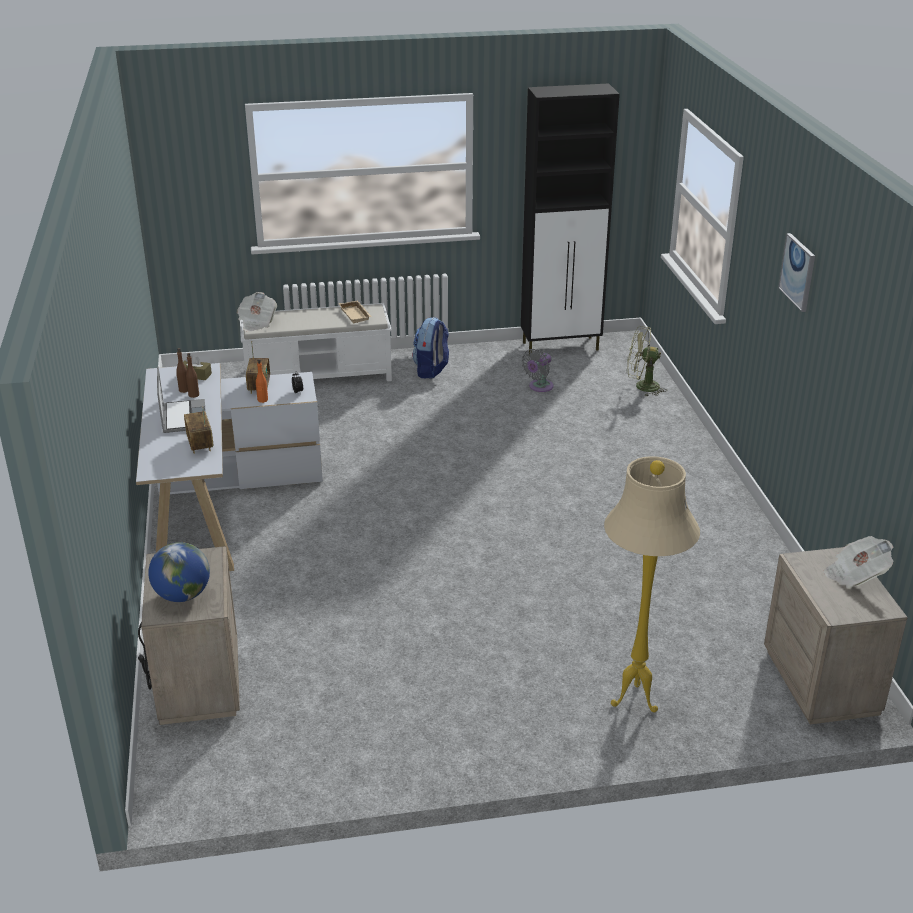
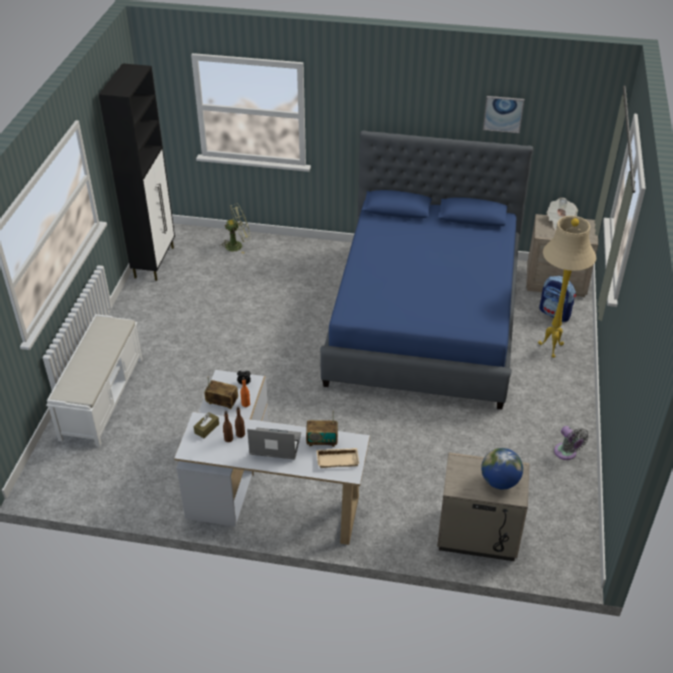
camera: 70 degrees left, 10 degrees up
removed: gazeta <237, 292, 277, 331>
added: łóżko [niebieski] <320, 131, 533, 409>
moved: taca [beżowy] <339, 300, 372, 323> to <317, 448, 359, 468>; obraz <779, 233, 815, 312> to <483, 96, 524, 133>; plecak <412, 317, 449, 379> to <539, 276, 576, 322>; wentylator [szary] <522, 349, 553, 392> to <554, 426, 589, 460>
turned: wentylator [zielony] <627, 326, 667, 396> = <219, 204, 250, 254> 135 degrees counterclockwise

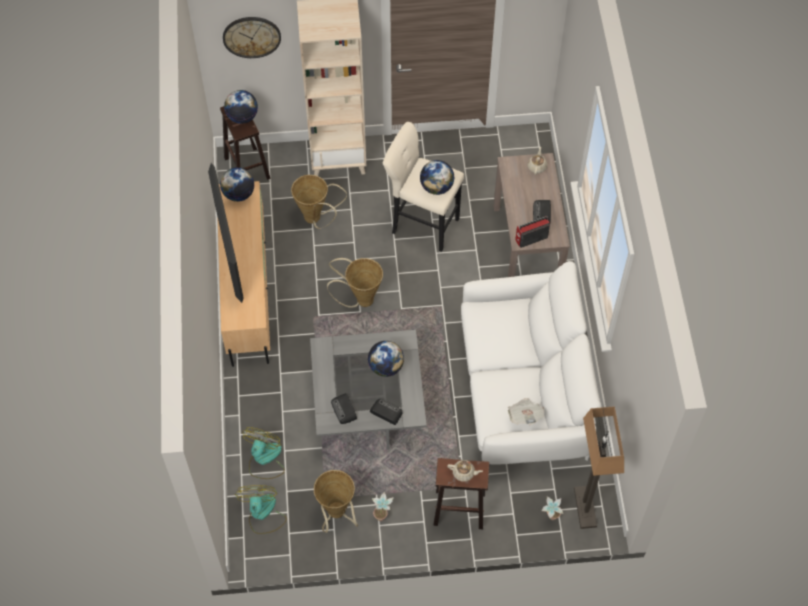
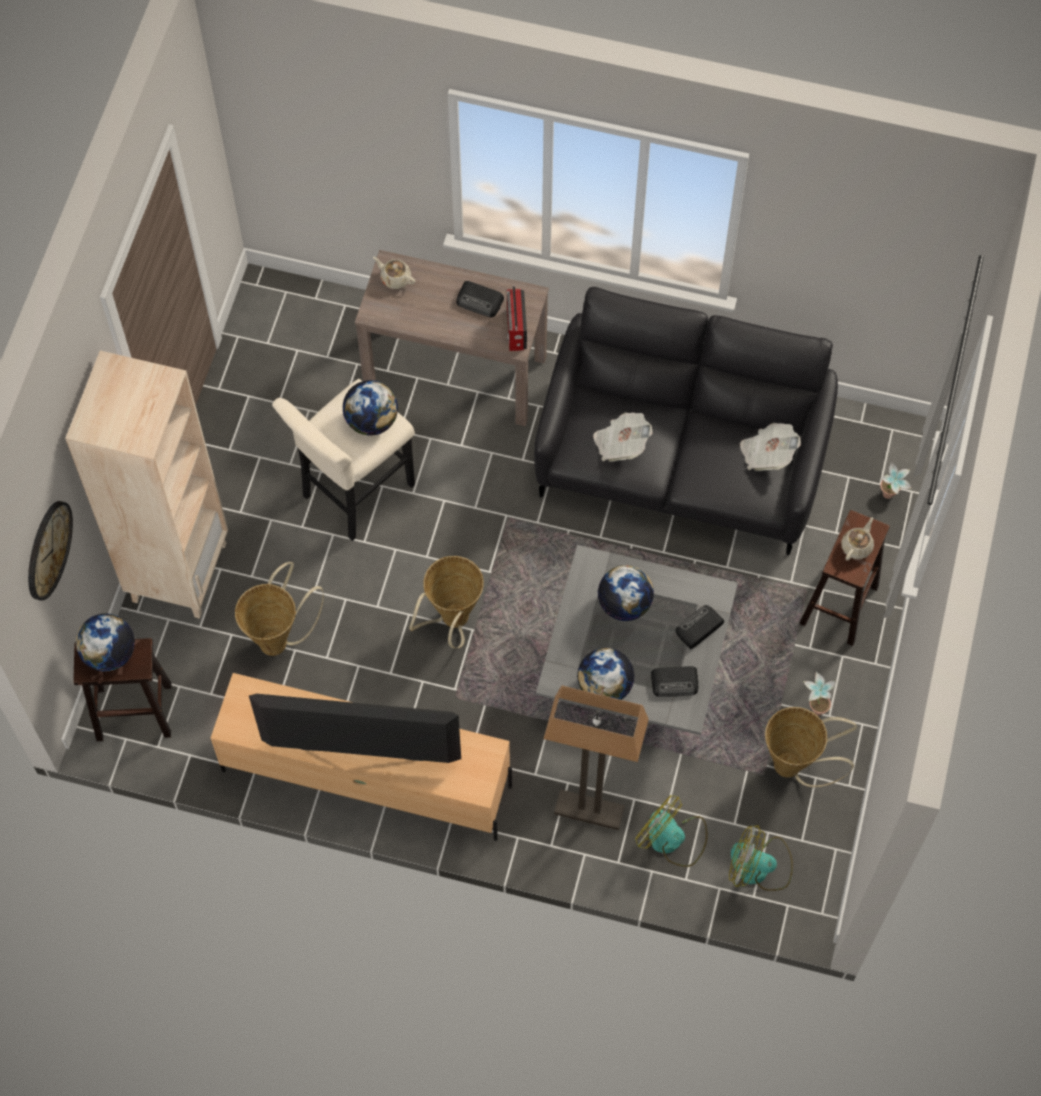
camera: 70 degrees left, 5 degrees up
added: gazeta <593, 413, 653, 461>
moved: lampa stojąca <574, 406, 624, 529> to <544, 686, 649, 830>; globus <220, 167, 254, 202> to <577, 648, 635, 700>
recoloured: kanapa [biały] <461, 261, 602, 465> to kanapa [czarny] <534, 287, 838, 556>

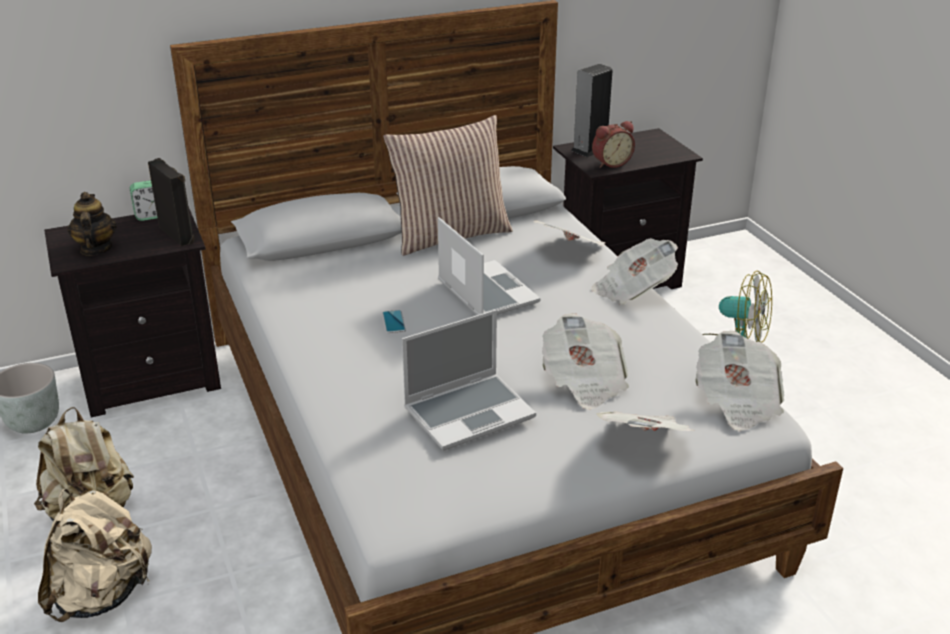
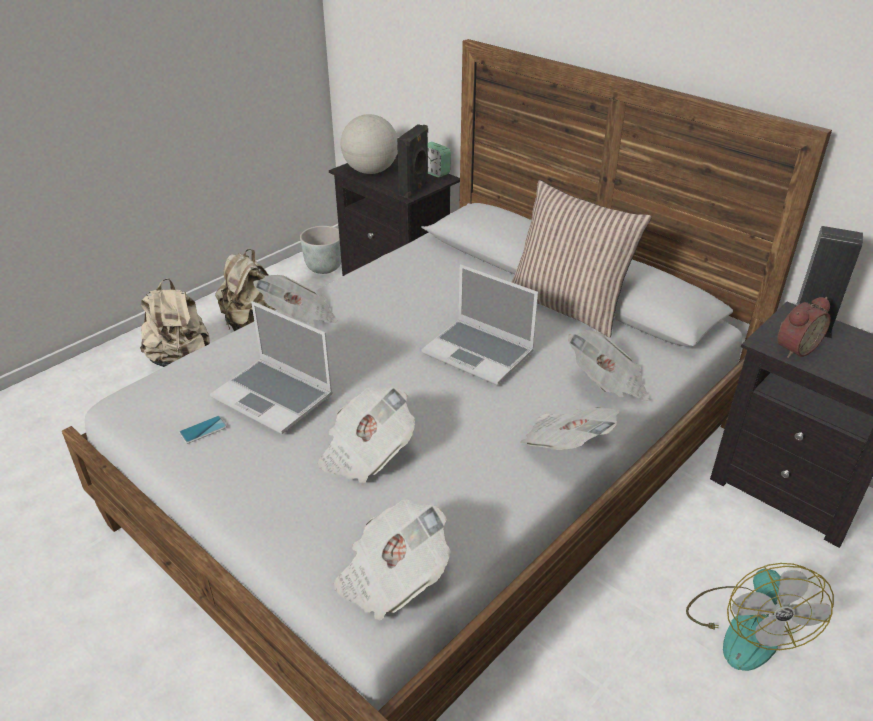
camera: 65 degrees right, 5 degrees up
moved: telefon <382, 310, 406, 333> to <179, 416, 227, 444>; gazeta <596, 411, 695, 431> to <253, 275, 338, 324>
replaced: imbryk <67, 192, 117, 256> to globus <341, 114, 398, 174>
turned: laptop <438, 217, 541, 315> = <422, 264, 538, 385> 90 degrees clockwise; budzik <592, 121, 635, 168> = <777, 297, 831, 358> 75 degrees counterclockwise

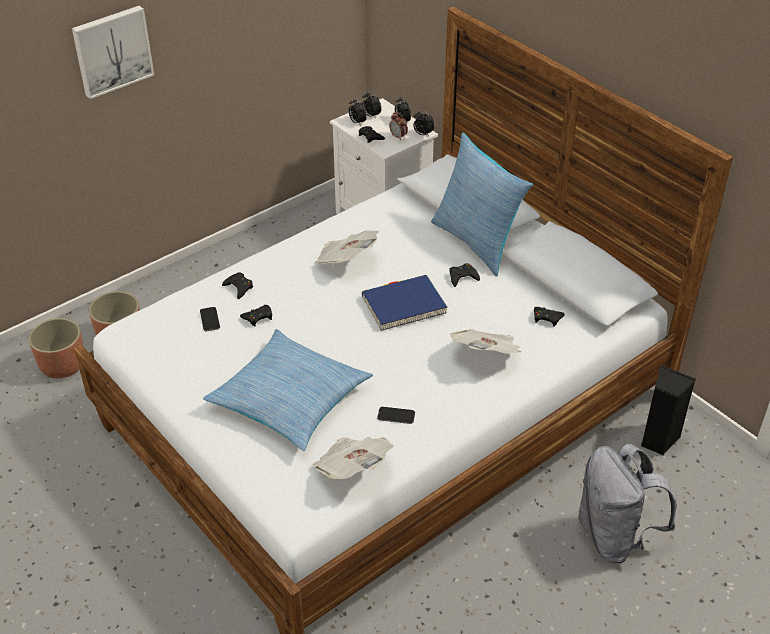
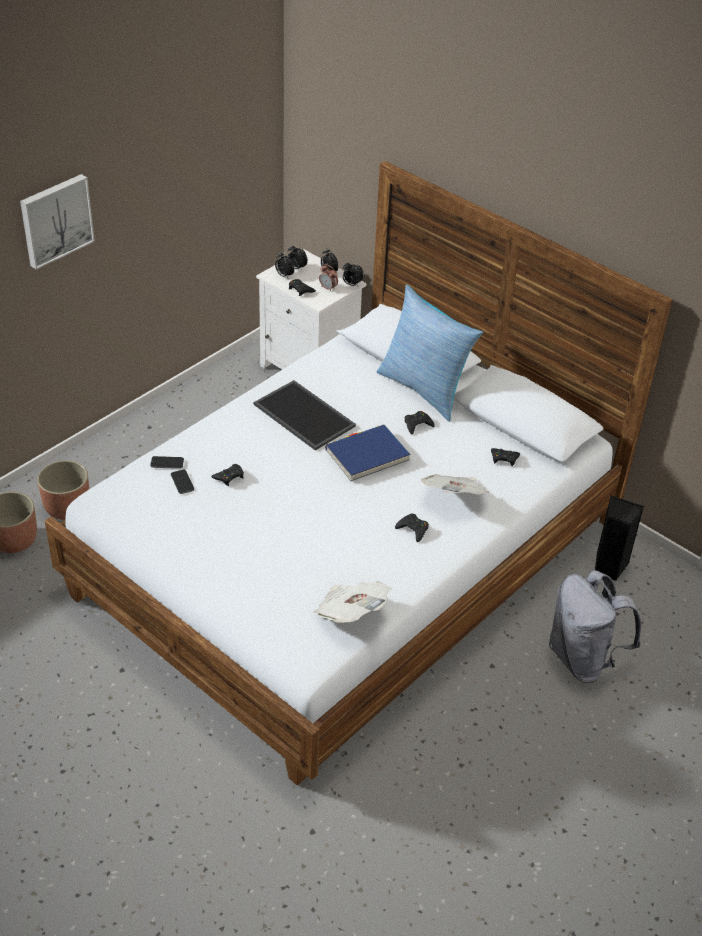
camera: 10 degrees left, 0 degrees up
removed: poduszka <203, 329, 373, 451>
moved: telefon <377, 407, 415, 424> to <150, 456, 184, 469>; pad do gier [czarny] <222, 272, 253, 299> to <395, 514, 429, 542>
replaced: gazeta <314, 230, 379, 264> to taca <254, 380, 356, 451>

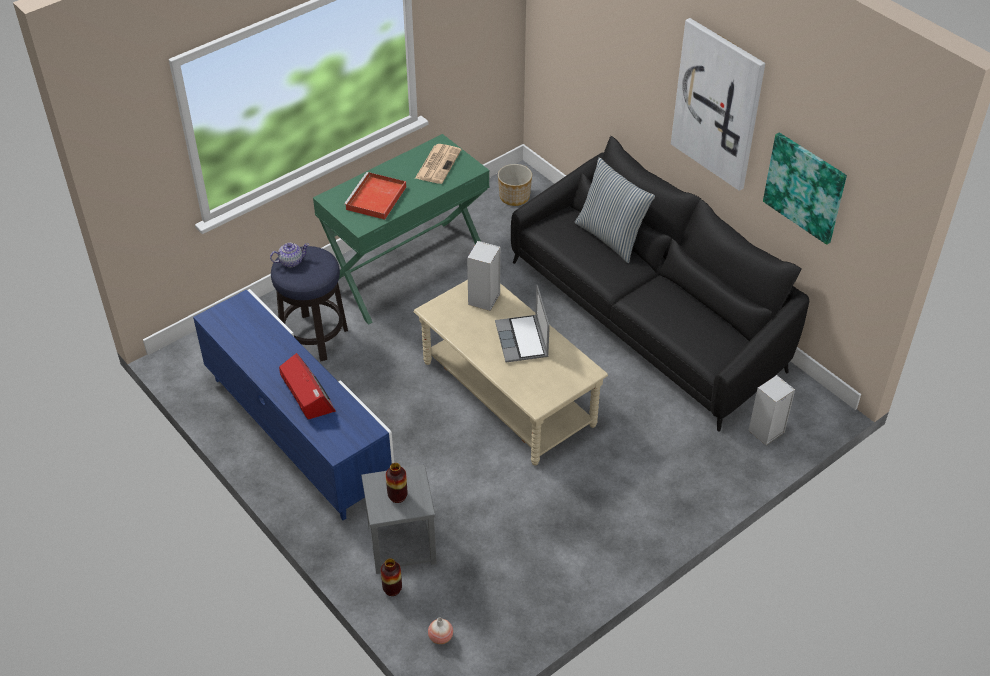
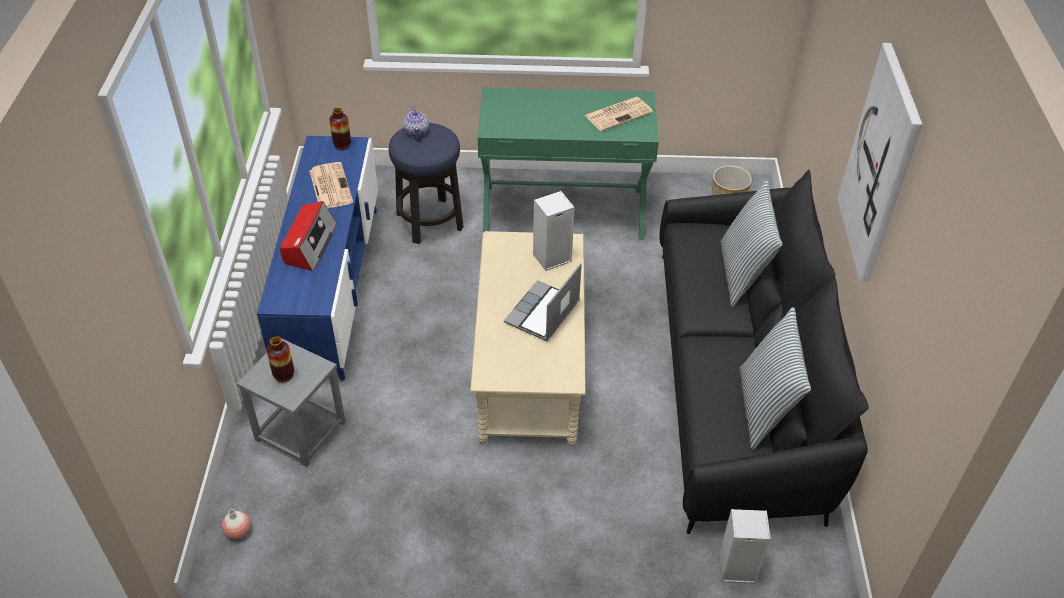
camera: 40 degrees right, 0 degrees up
removed: taca [czerwony] <344, 172, 406, 220>; obraz <763, 133, 847, 245>
added: gazeta <309, 162, 353, 208>; poduszka <740, 307, 811, 451>
moved: wazon <381, 558, 402, 596> to <329, 107, 351, 150>
turned: imbryk <270, 243, 309, 267> = <403, 106, 429, 137> 60 degrees clockwise

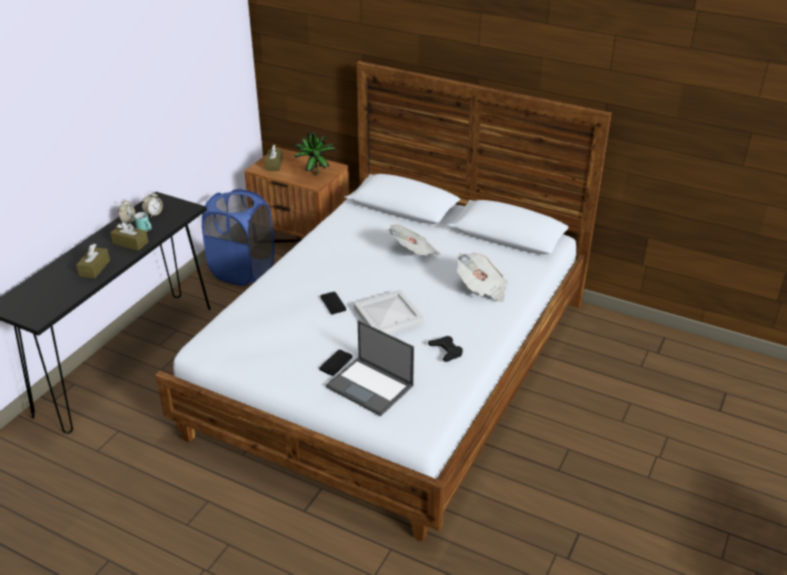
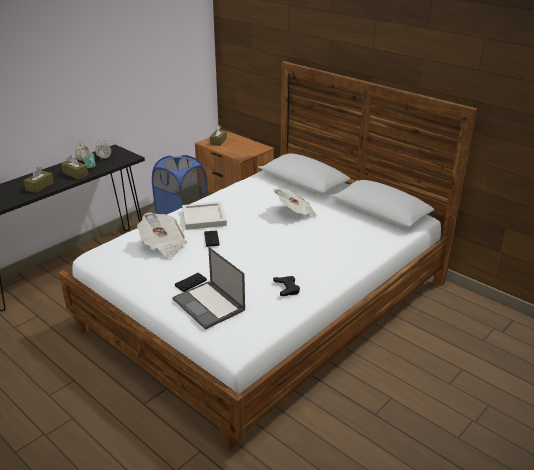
camera: 15 degrees right, 5 degrees down
removed: roślina doniczkowa <294, 133, 336, 175>
moved: gazeta <457, 253, 507, 302> to <137, 212, 187, 257>; taca [biały] <354, 290, 424, 334> to <182, 202, 227, 230>

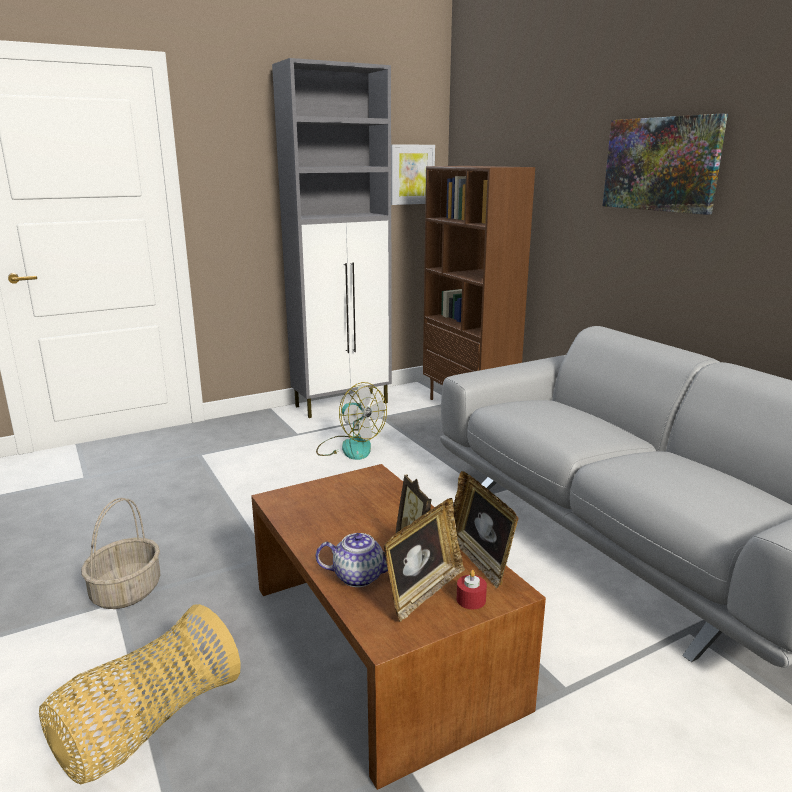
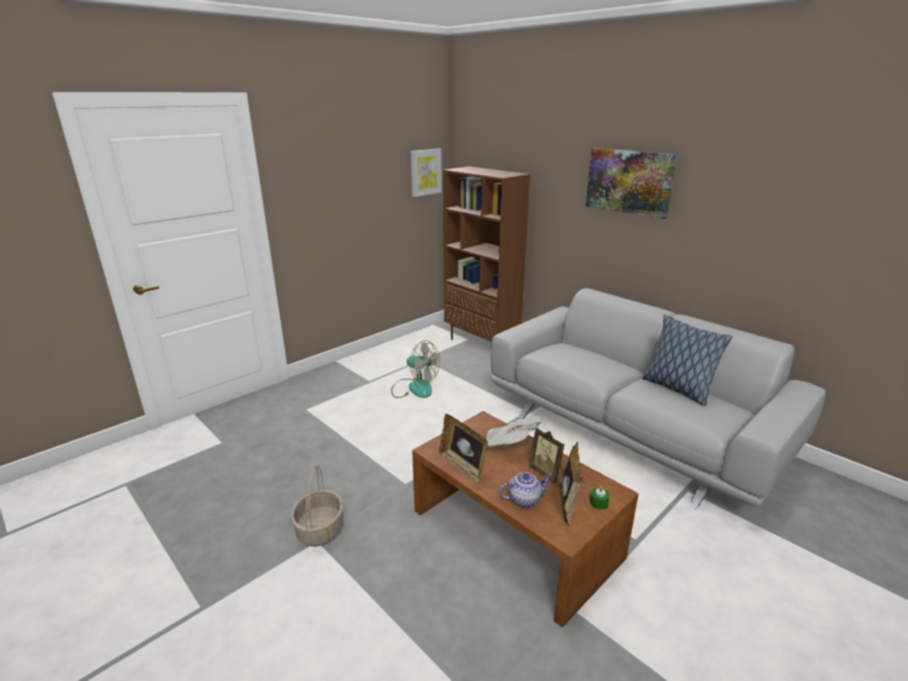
camera: 15 degrees left, 5 degrees up
removed: koszyk <39, 604, 241, 785>; szafka [szary] <272, 58, 392, 418>
added: gazeta <486, 416, 542, 447>; poduszka <642, 314, 732, 406>
moved: ramka na zdjęcie <453, 471, 518, 589> to <438, 414, 488, 485>
recoloured: świeca [czerwony] <457, 570, 487, 609> to świeca [zielony] <590, 486, 610, 510>

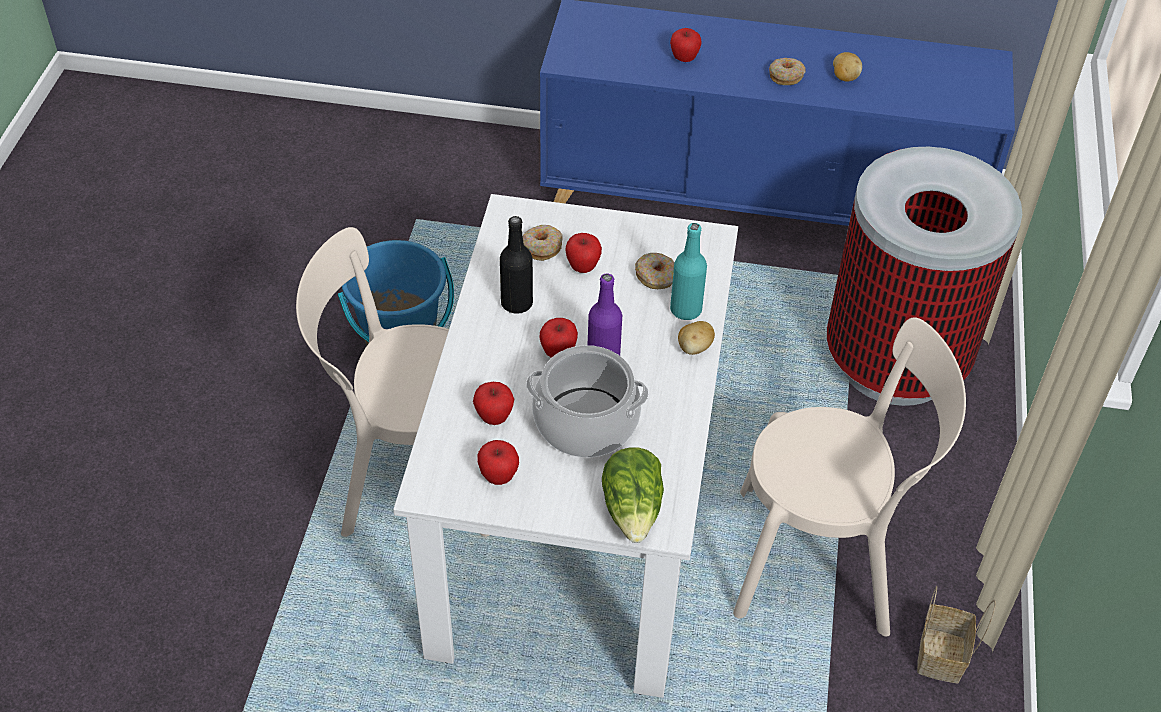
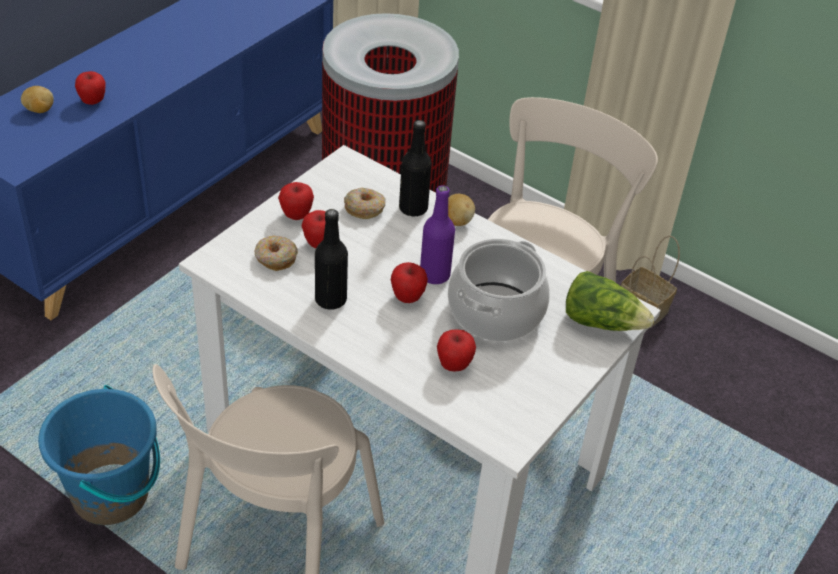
camera: 65 degrees left, 5 degrees down
removed: donut <769, 58, 806, 85>
moved: ziemniak <833, 52, 862, 82> to <21, 86, 54, 113>; jabłko <477, 440, 519, 485> to <278, 182, 314, 220>
recoloured: butelka [turkusowy] <670, 223, 707, 320> to butelka [czarny] <399, 120, 432, 217>

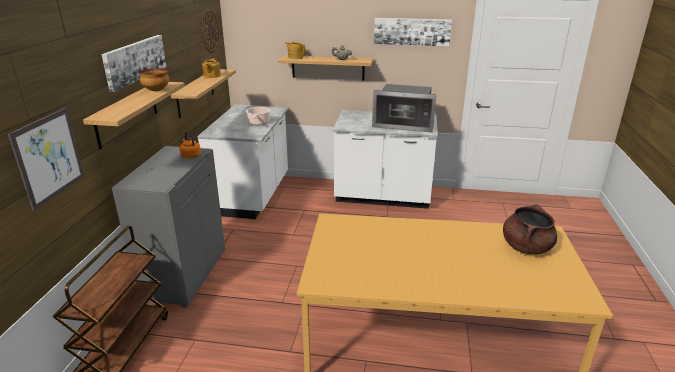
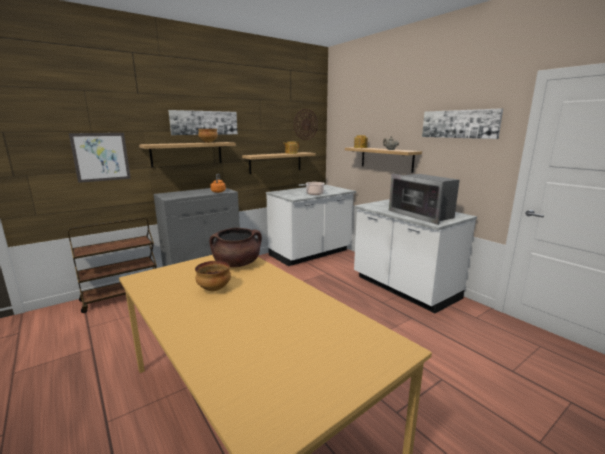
camera: 45 degrees right, 10 degrees down
added: miska <195, 261, 231, 291>
moved: garnek [brązowy] <503, 204, 557, 254> to <209, 227, 262, 267>

